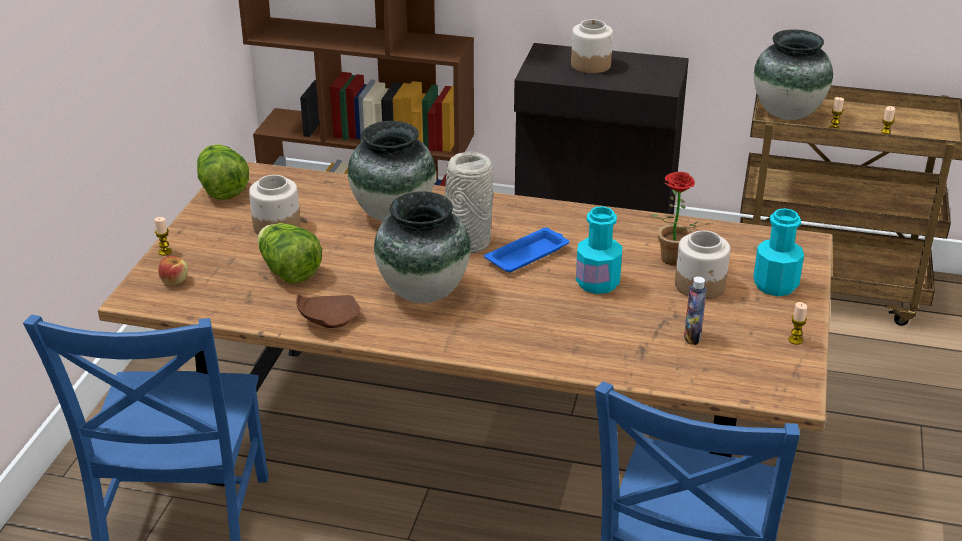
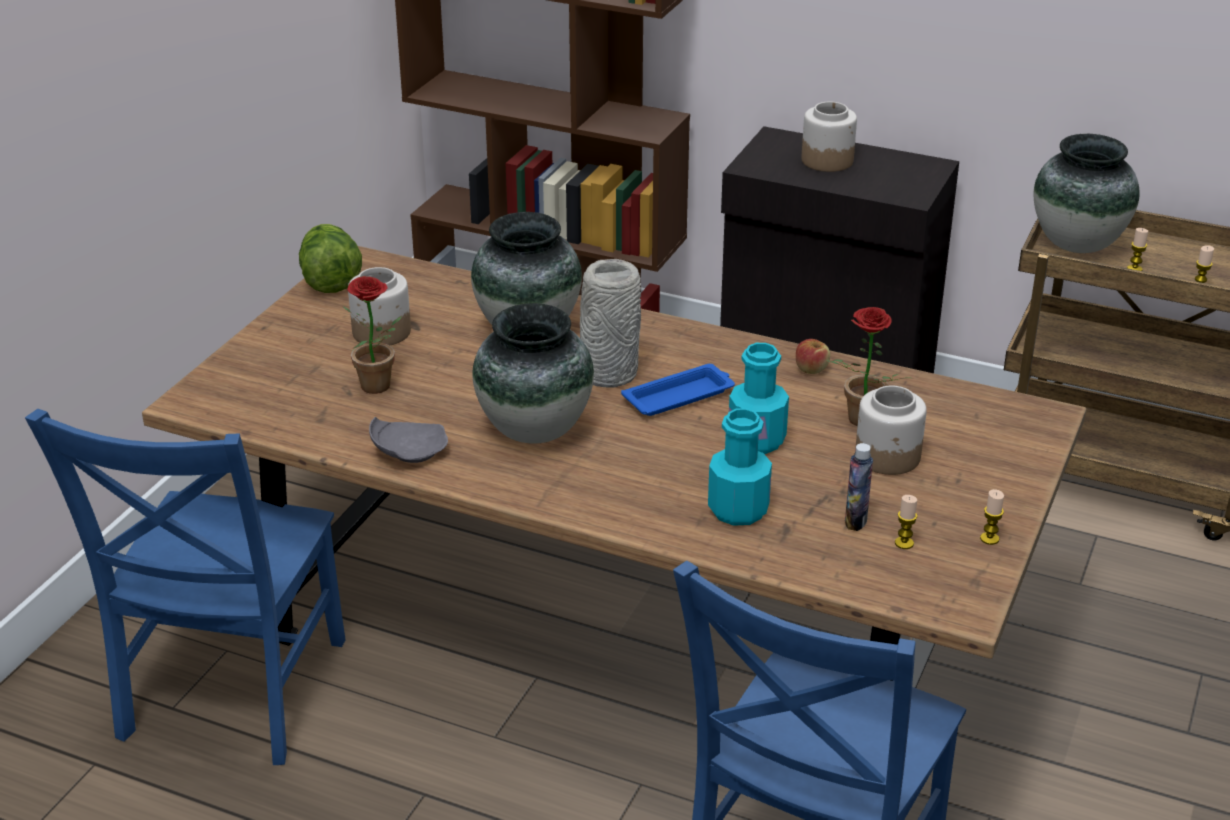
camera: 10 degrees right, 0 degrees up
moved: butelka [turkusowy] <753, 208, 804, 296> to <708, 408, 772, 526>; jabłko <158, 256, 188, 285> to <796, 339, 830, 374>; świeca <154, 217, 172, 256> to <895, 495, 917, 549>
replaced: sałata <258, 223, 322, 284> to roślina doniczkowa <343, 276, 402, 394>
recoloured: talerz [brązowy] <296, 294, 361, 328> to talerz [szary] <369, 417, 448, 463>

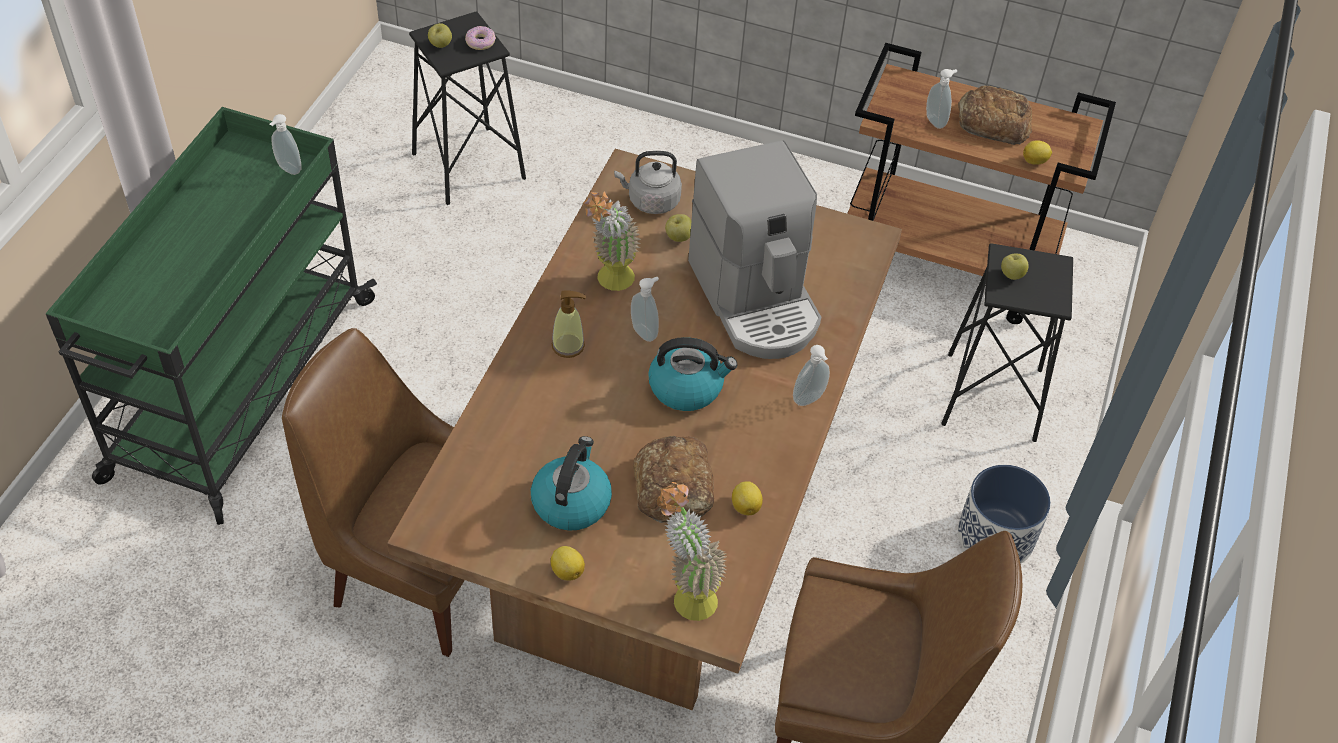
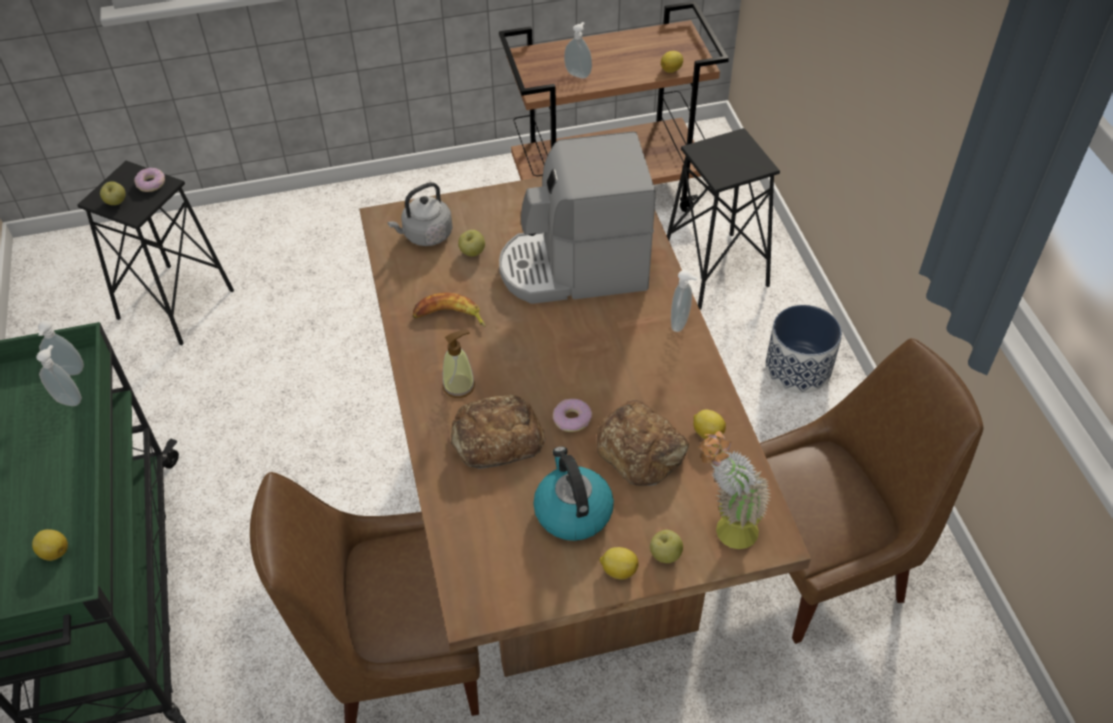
camera: 30 degrees left, 0 degrees up
removed: czajnik <648, 337, 738, 411>
added: cytryna <32, 529, 68, 561>; donut <553, 399, 592, 432>
moved: dozownik mydła <631, 277, 659, 342> to <36, 345, 82, 406>; chleb <958, 85, 1032, 145> to <451, 394, 546, 469>; jabłko <1001, 254, 1029, 280> to <650, 530, 683, 563>
replaced: roślina doniczkowa <583, 191, 641, 291> to banan <413, 292, 486, 327>
turned: ekspres do kawy <688, 140, 821, 359> = <499, 131, 656, 304> 135 degrees clockwise

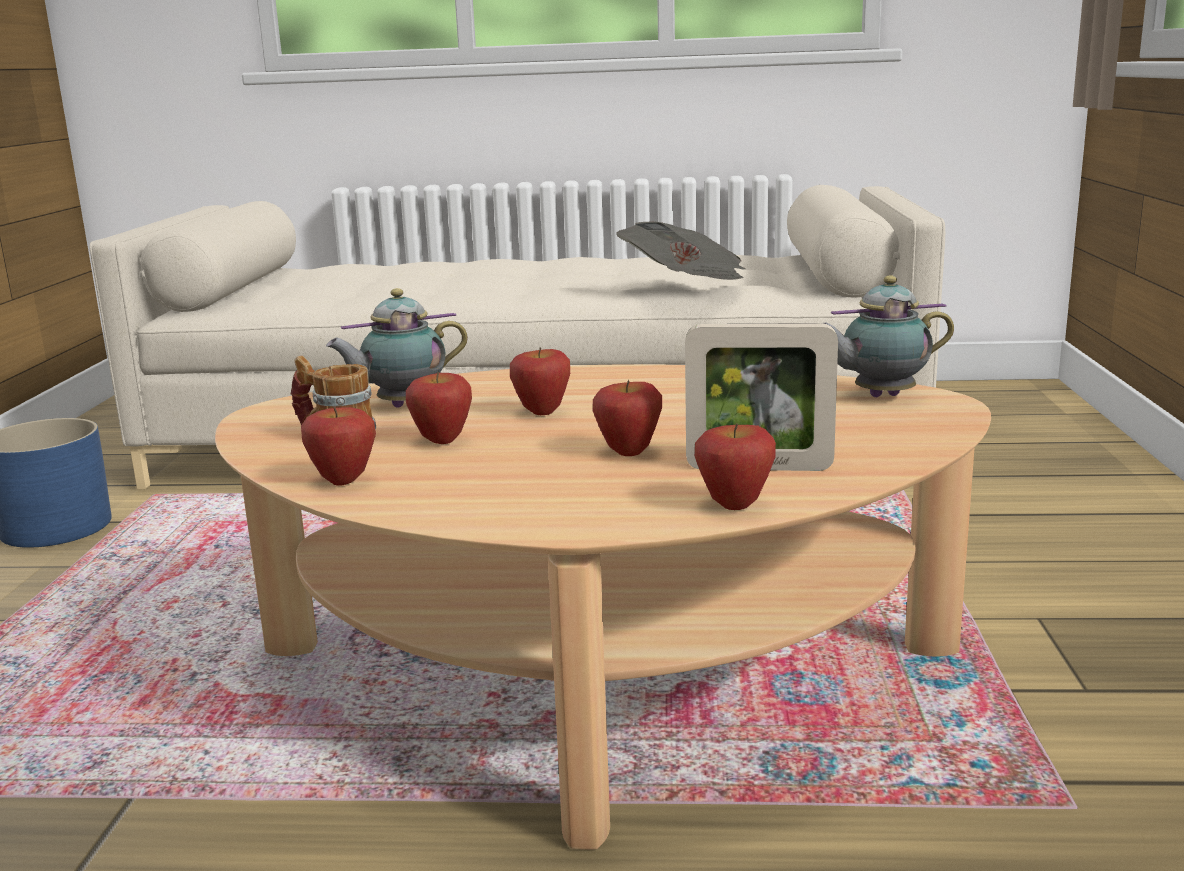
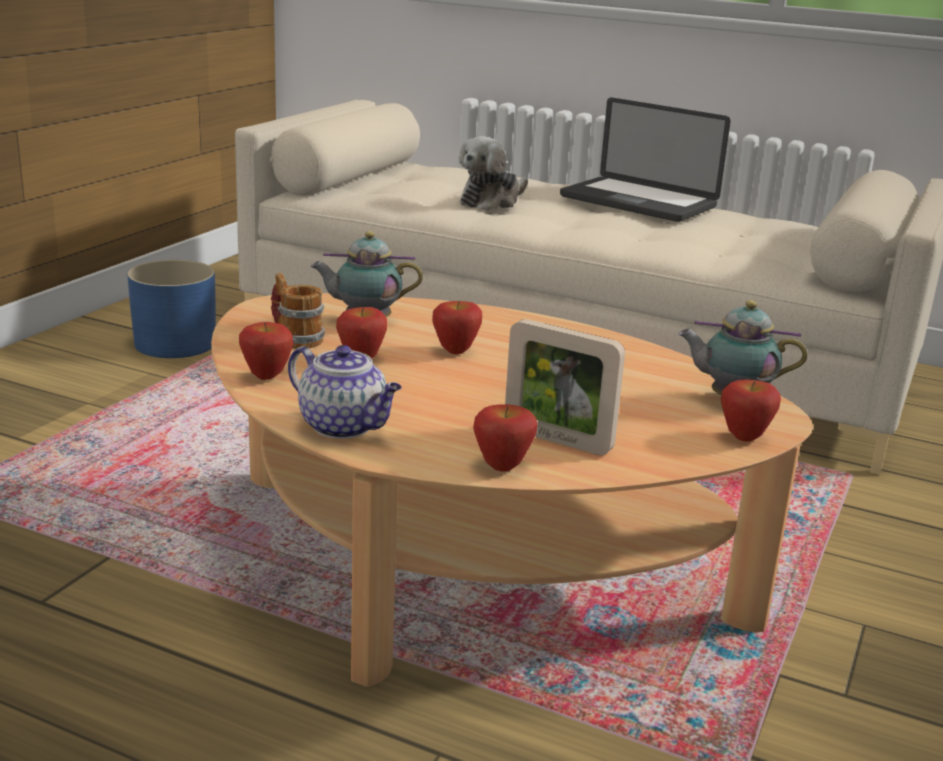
camera: 20 degrees right, 5 degrees up
removed: gazeta <616, 221, 745, 280>
added: imbryk <288, 345, 402, 439>; pluszak <459, 136, 528, 211>; laptop <560, 98, 731, 222>
moved: jabłko <593, 380, 662, 456> to <721, 379, 781, 442>

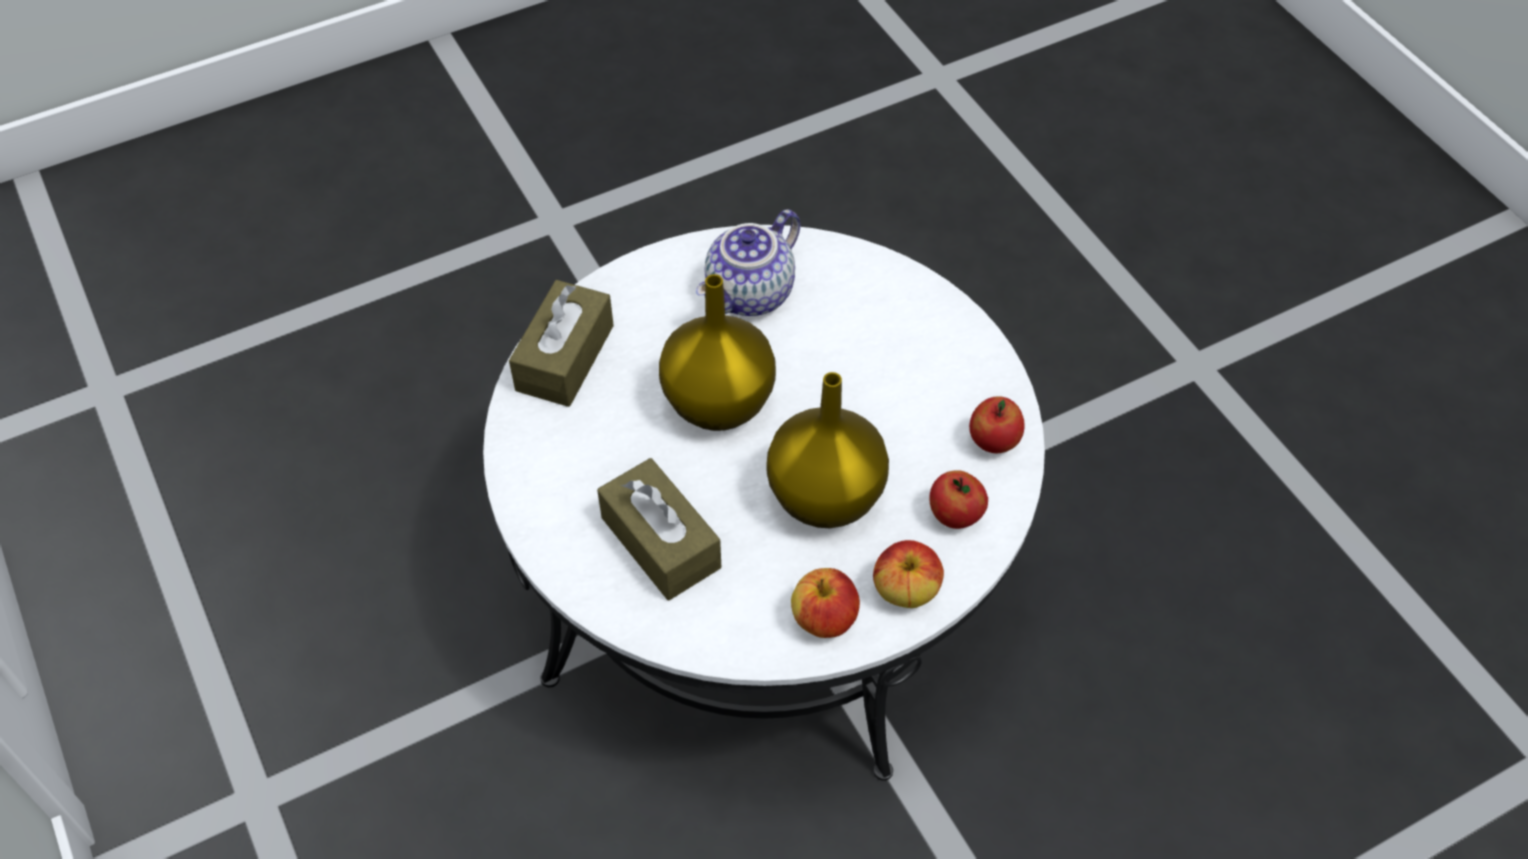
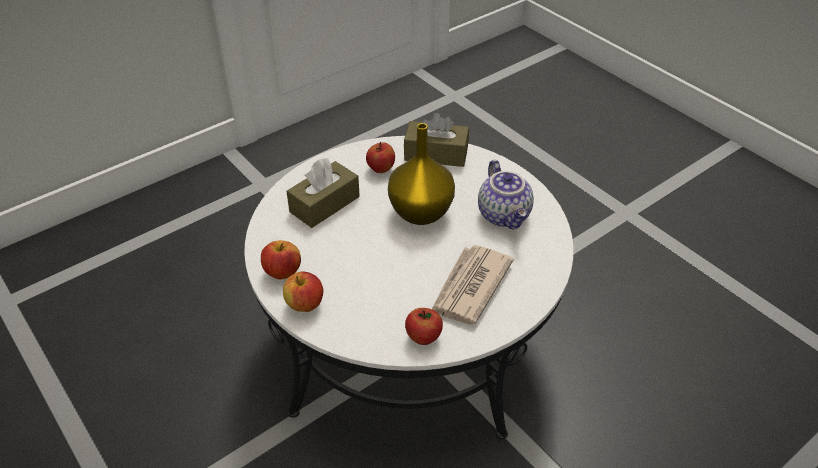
camera: 80 degrees right, 10 degrees down
removed: wazon [żółty] <766, 372, 889, 528>
added: gazeta <432, 245, 514, 324>
moved: jabłko <929, 470, 988, 529> to <366, 142, 395, 173>
turned: imbryk <696, 210, 800, 316> = <478, 160, 534, 229> 135 degrees counterclockwise

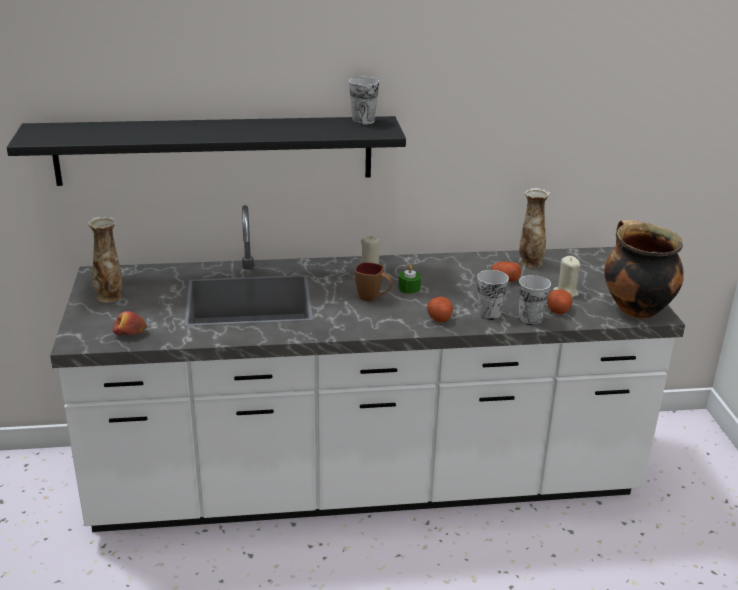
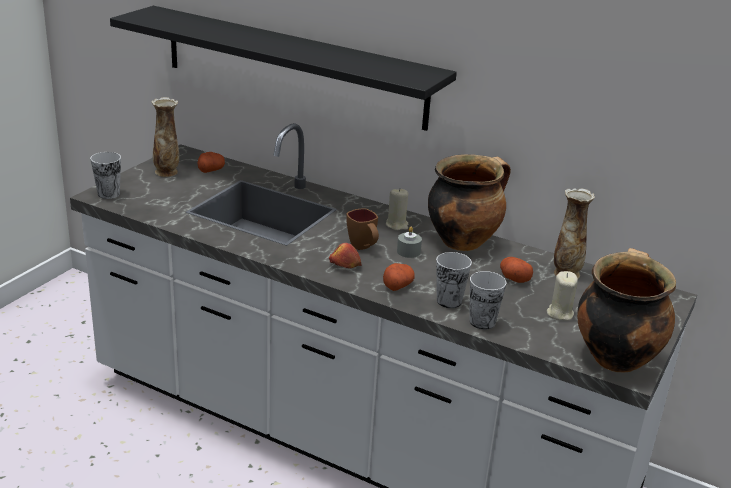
camera: 35 degrees right, 0 degrees up
added: garnek <428, 154, 511, 251>
moved: filiżanka <349, 77, 379, 125> to <90, 152, 121, 199>; ziemniak <547, 289, 573, 314> to <197, 152, 225, 173>; jabłko <113, 311, 147, 335> to <329, 243, 362, 268>
recoloured: świeca [zielony] <398, 265, 421, 294> to świeca [szary] <397, 227, 422, 258>

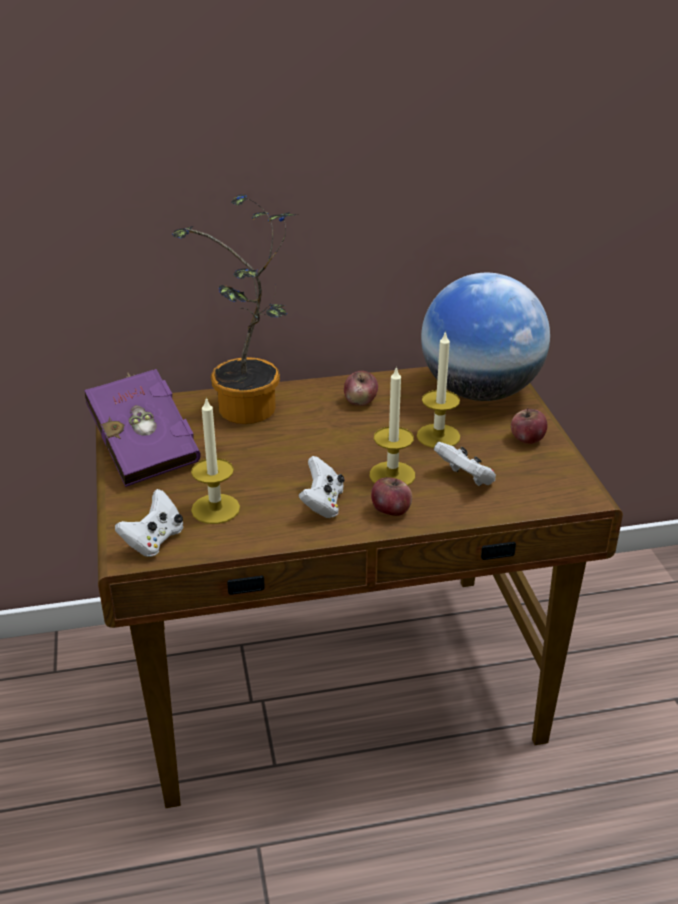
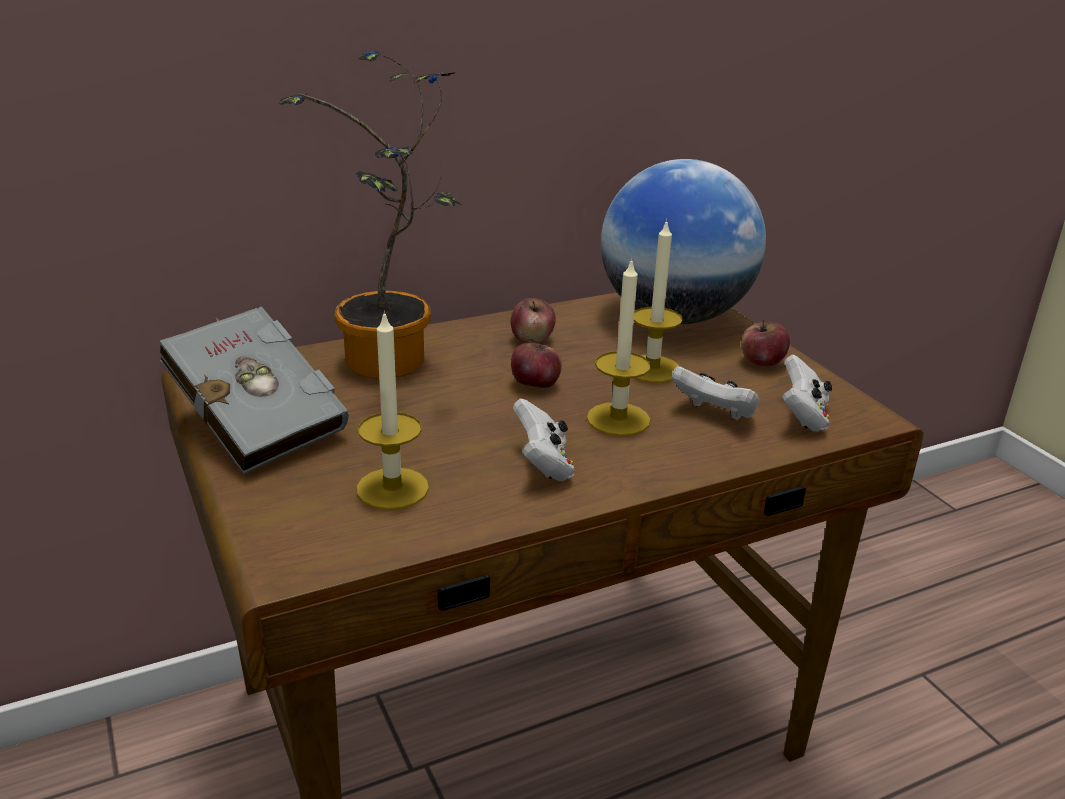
camera: 15 degrees left, 5 degrees down
moved: jabłko <371, 477, 412, 516> to <511, 340, 562, 388>; pad do gier [biały] <115, 489, 183, 557> to <782, 354, 832, 432>
recoloured: książka [fioletowy] <84, 369, 200, 487> to książka [szary] <160, 306, 349, 474>

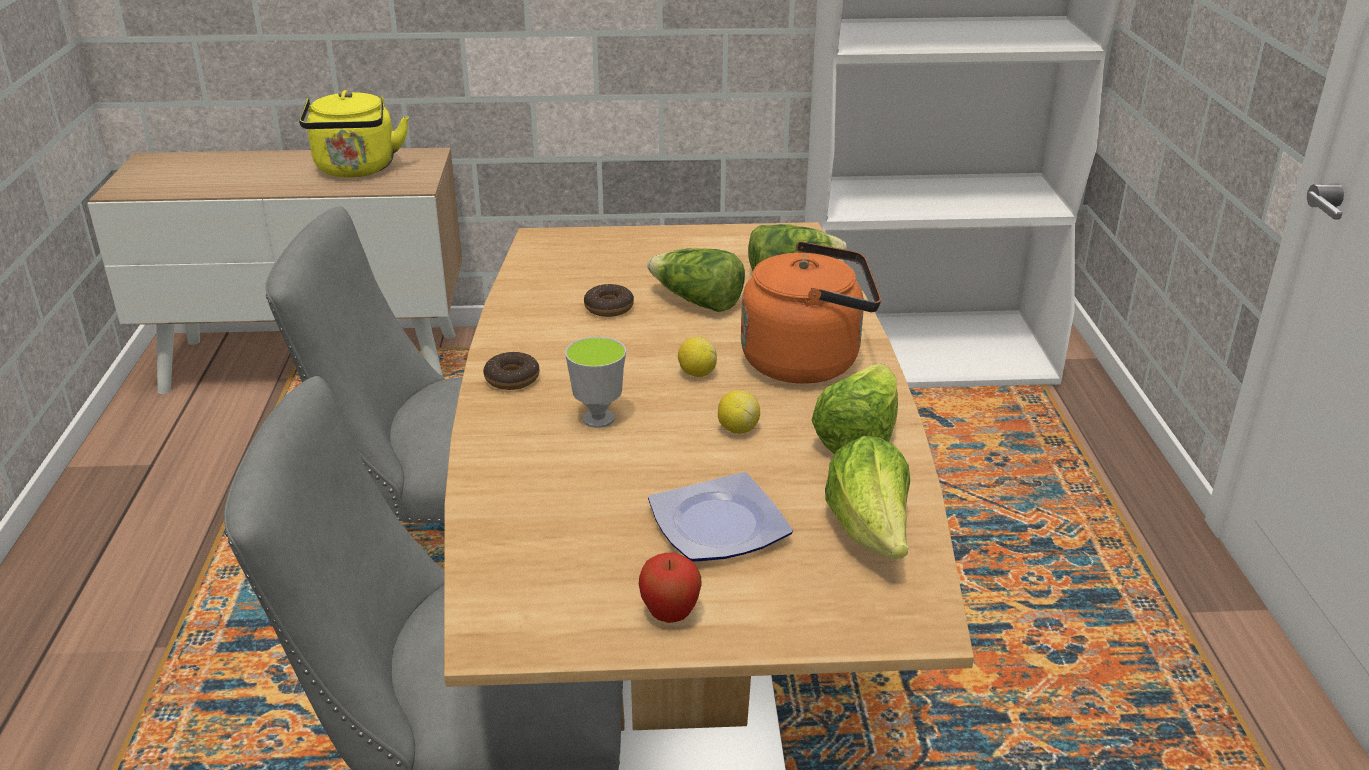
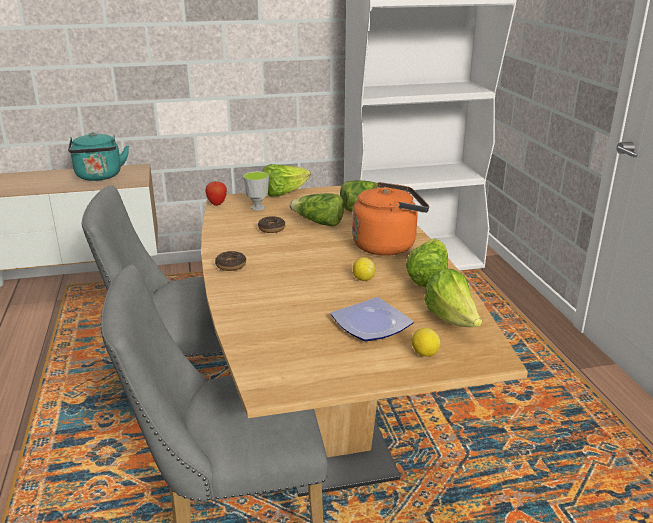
camera: 10 degrees left, 5 degrees down
added: sałata <262, 164, 311, 196>
moved: jabłko <639, 553, 702, 623> to <205, 181, 227, 206>; filiżanka <565, 337, 626, 428> to <243, 171, 269, 210>; cytryna <678, 337, 717, 377> to <412, 328, 440, 357>
recoloured: czajnik [żółty] <299, 90, 409, 177> to czajnik [turkusowy] <68, 132, 129, 181>

